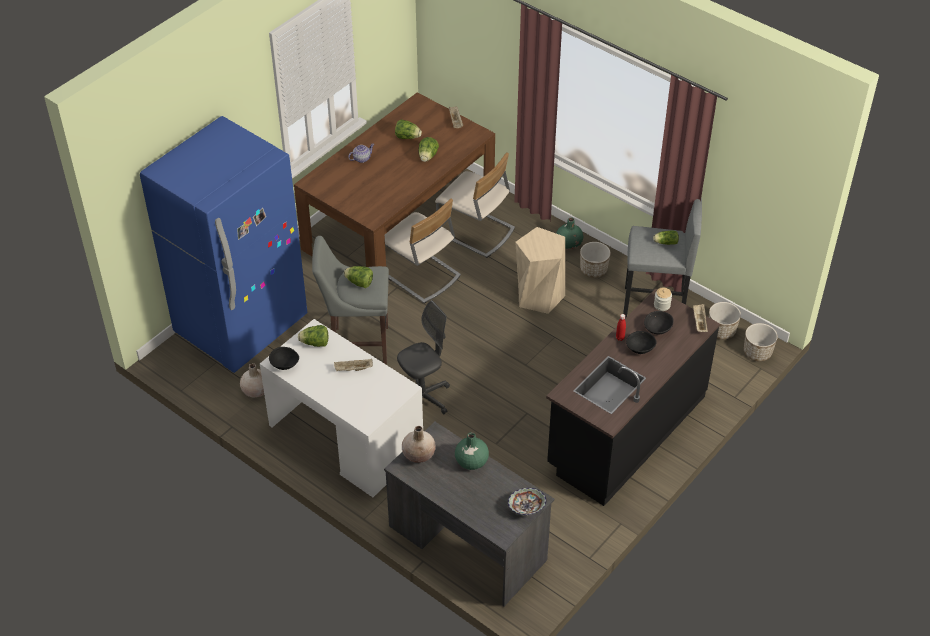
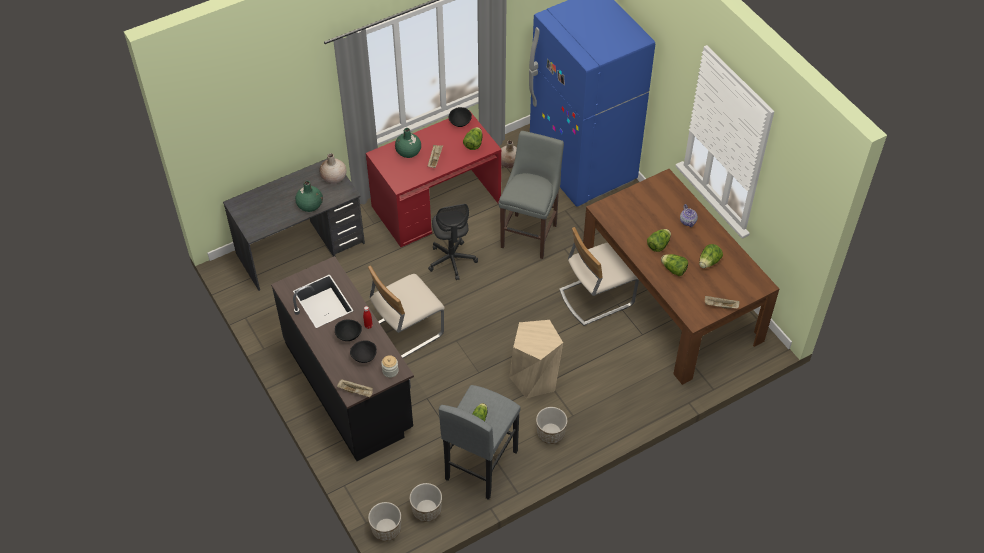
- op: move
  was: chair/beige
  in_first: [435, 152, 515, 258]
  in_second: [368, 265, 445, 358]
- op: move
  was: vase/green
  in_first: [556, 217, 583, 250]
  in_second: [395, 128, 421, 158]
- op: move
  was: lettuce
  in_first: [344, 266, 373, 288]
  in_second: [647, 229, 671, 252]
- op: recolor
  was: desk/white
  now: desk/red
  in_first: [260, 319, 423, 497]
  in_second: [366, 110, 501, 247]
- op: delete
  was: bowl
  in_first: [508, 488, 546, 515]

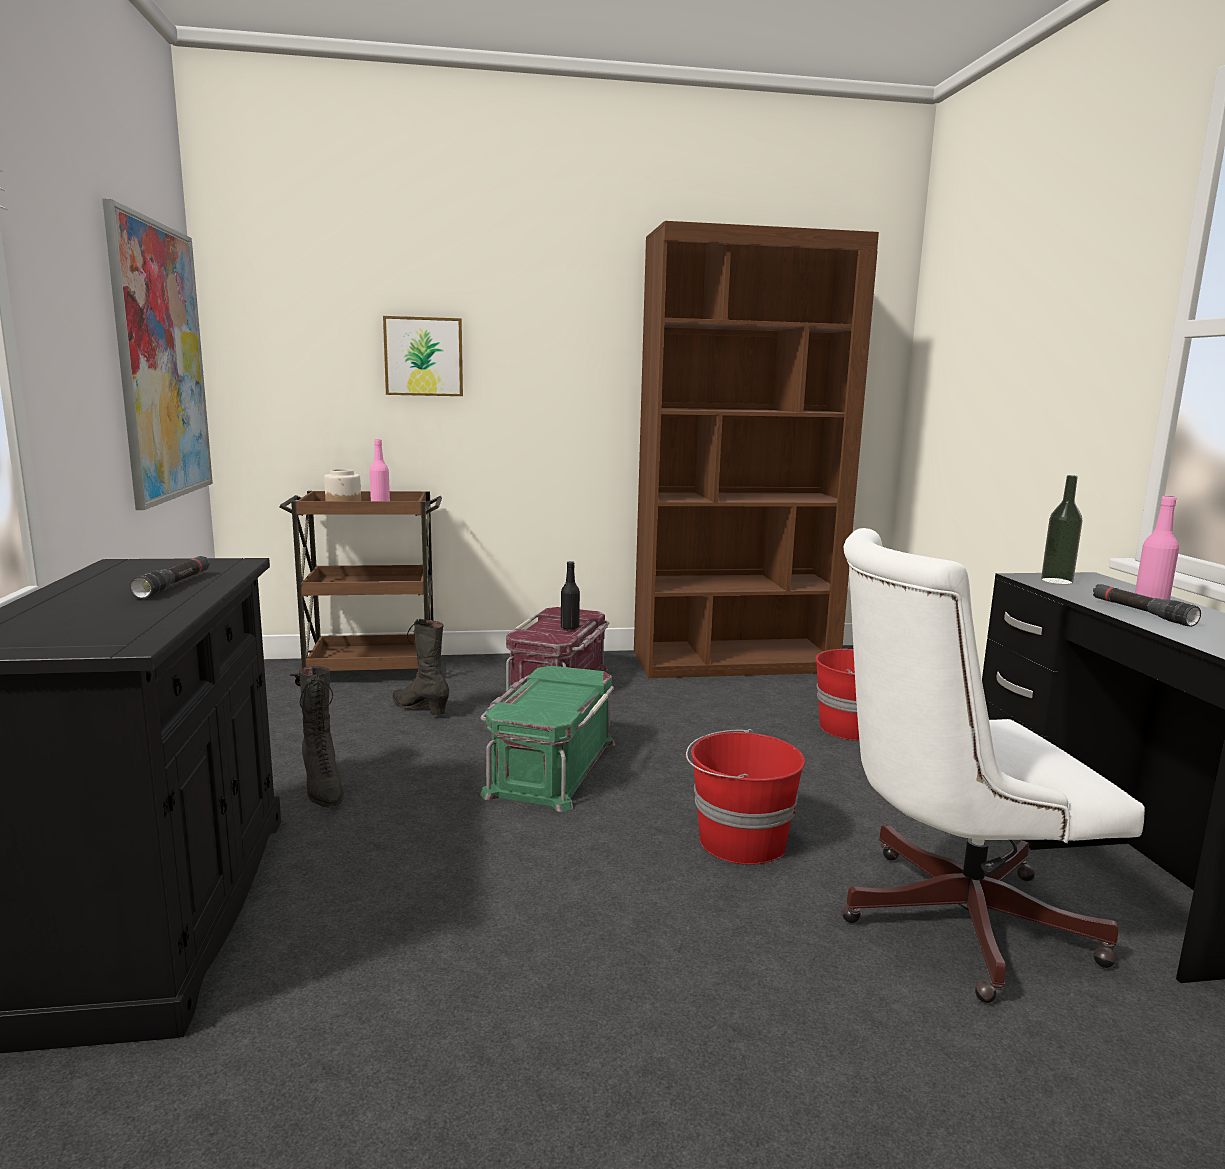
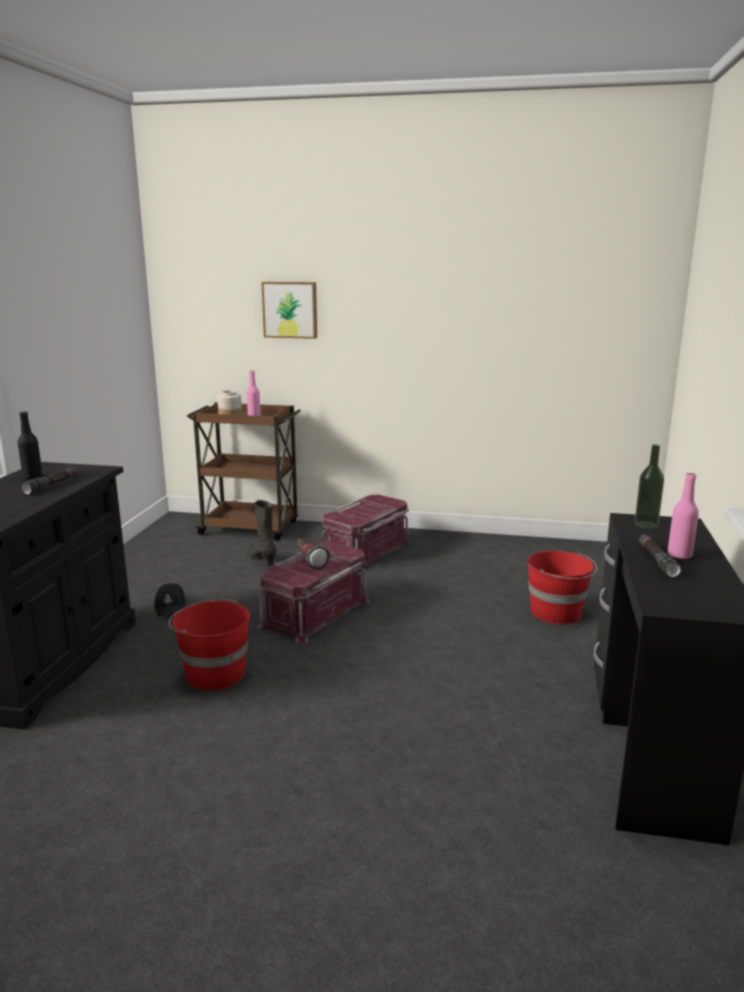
- op: delete
  was: picture
  in_first: [102, 199, 213, 510]
- op: delete
  was: bookcase/brown
  in_first: [634, 221, 879, 678]
- op: delete
  was: office chair/white
  in_first: [841, 528, 1145, 1003]
- op: move
  was: bottle/black
  in_first: [561, 561, 580, 630]
  in_second: [18, 411, 43, 480]
- op: replace
  was: boot/black
  now: cap/black
  in_first: [299, 666, 344, 808]
  in_second: [154, 583, 186, 616]
- op: recolor
  was: storage box/green
  now: storage box/red
  in_first: [480, 666, 615, 812]
  in_second: [257, 542, 370, 643]
- op: move
  was: bucket/red
  in_first: [686, 729, 805, 865]
  in_second: [169, 599, 250, 691]
- op: insert
  now: flashlight
  in_second: [298, 538, 330, 569]

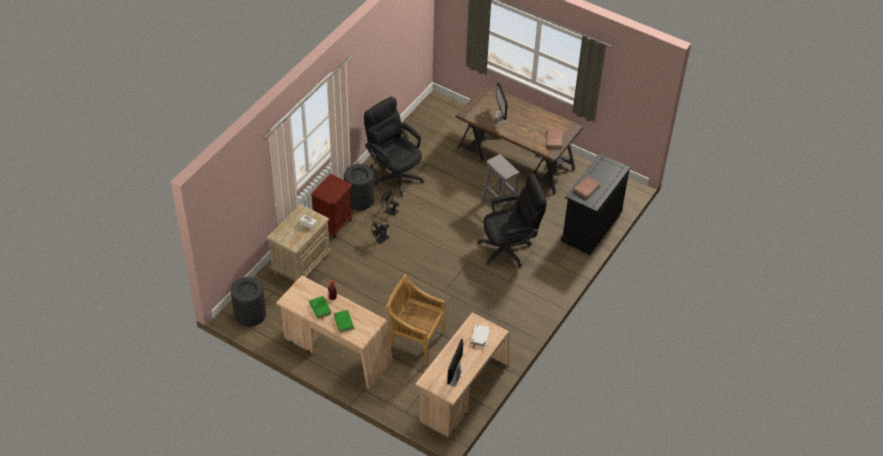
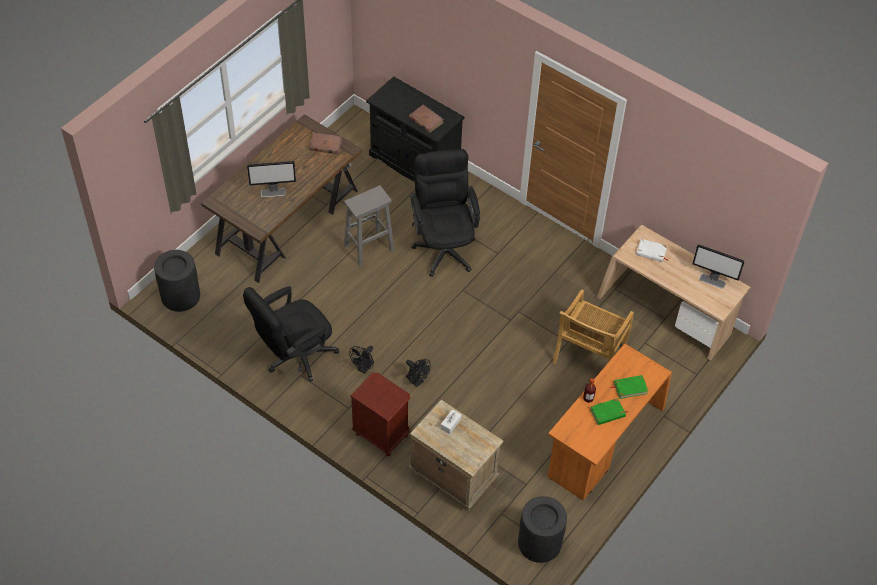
- op: move
  was: trash can/black
  in_first: [344, 164, 374, 211]
  in_second: [154, 250, 200, 312]
- op: recolor
  was: desk/beige
  now: desk/orange
  in_first: [276, 275, 393, 389]
  in_second: [548, 344, 672, 501]

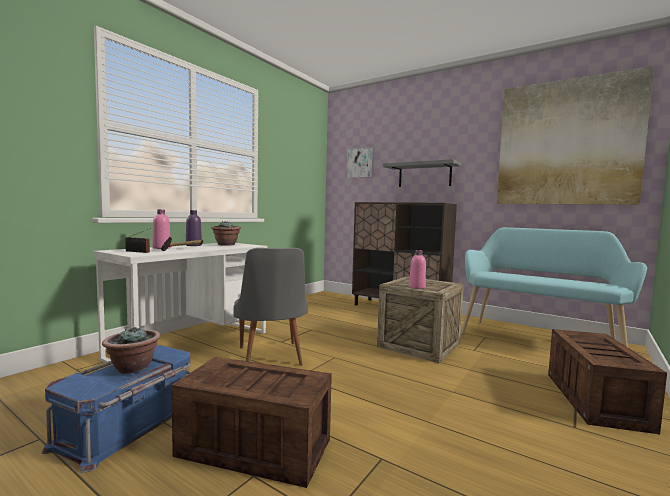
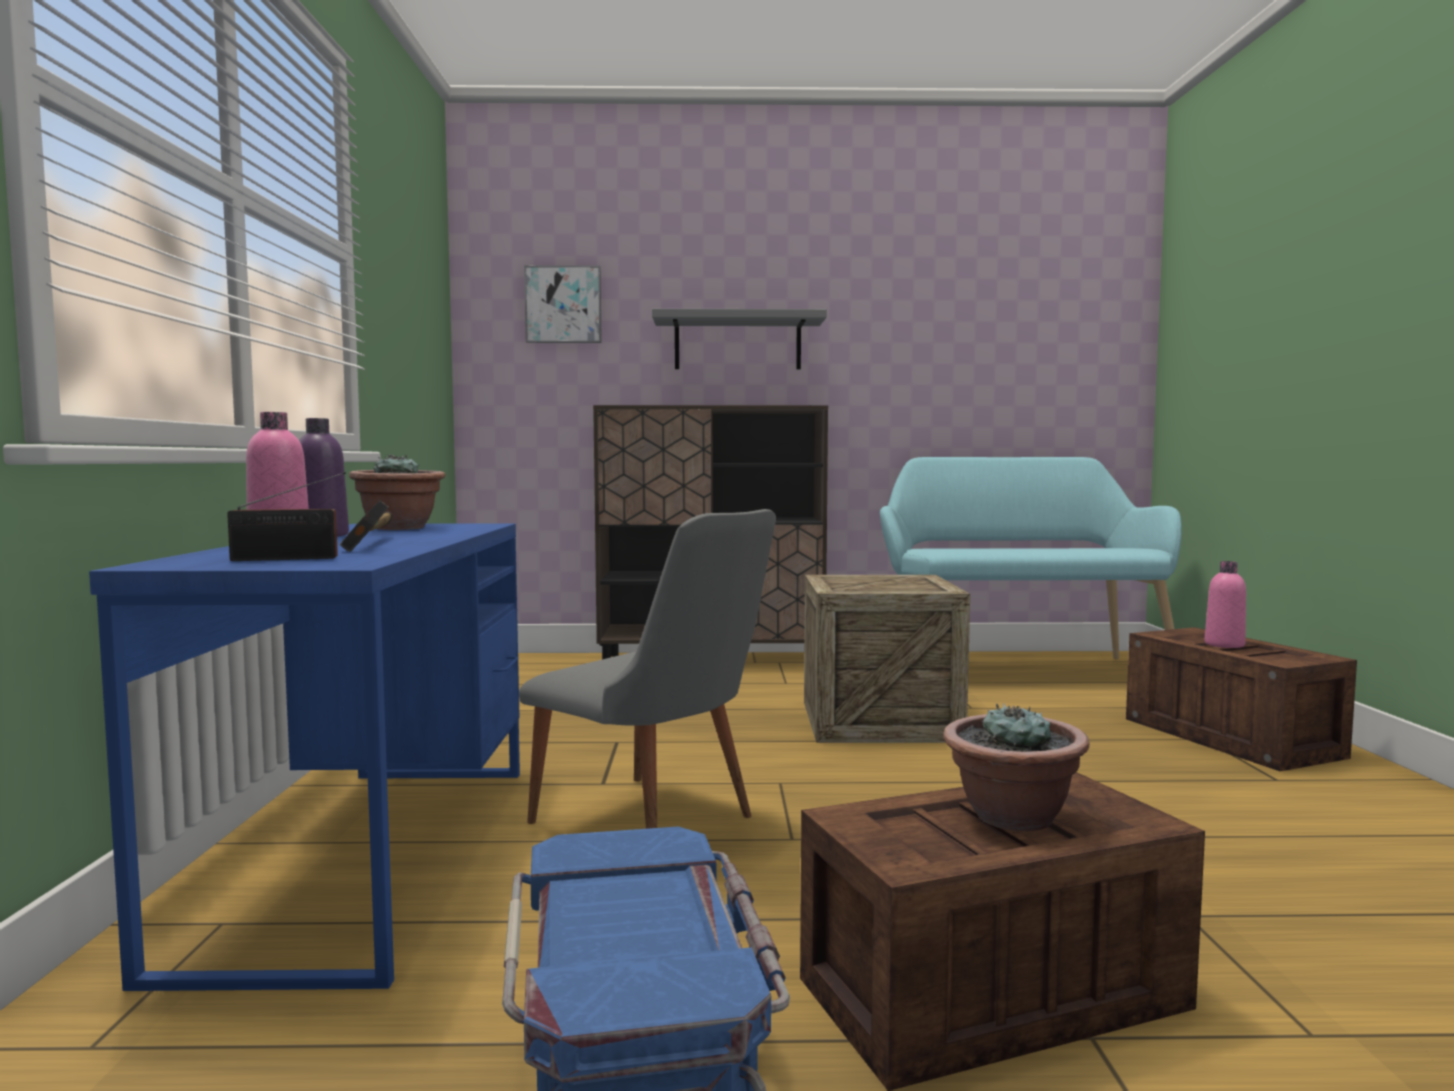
- op: delete
  was: picture
  in_first: [497, 66, 654, 205]
- op: recolor
  was: desk/white
  now: desk/blue
  in_first: [94, 243, 268, 366]
  in_second: [89, 524, 520, 991]
- op: move
  was: bottle/pink
  in_first: [409, 250, 426, 289]
  in_second: [1205, 561, 1246, 648]
- op: move
  was: potted plant
  in_first: [102, 326, 161, 374]
  in_second: [943, 703, 1089, 831]

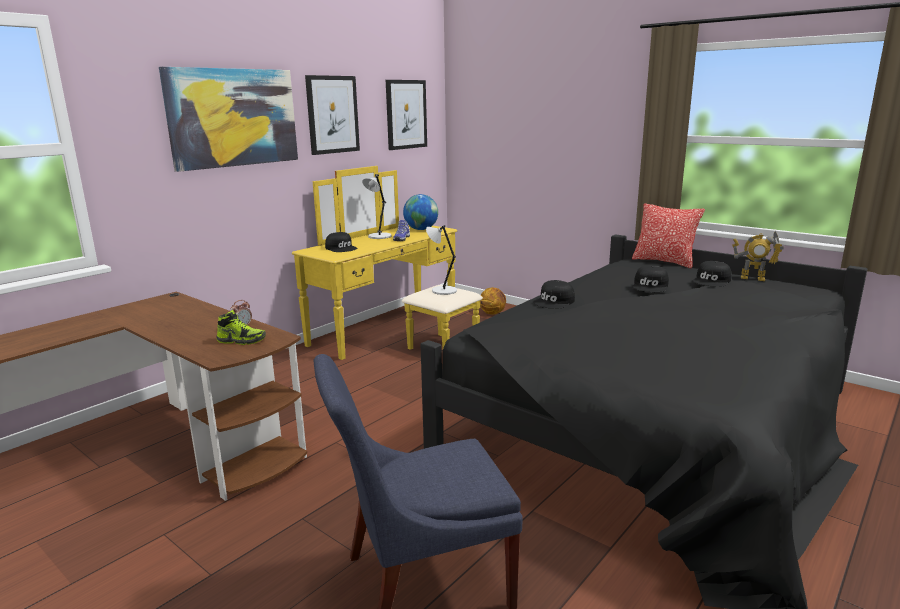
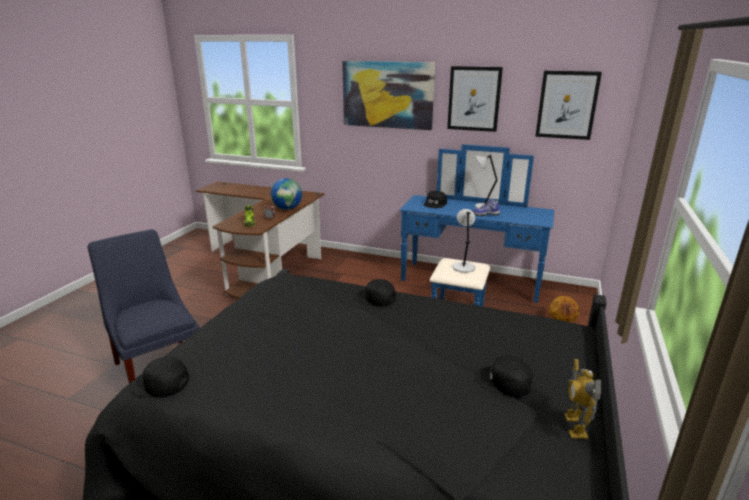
- op: recolor
  was: dresser/yellow
  now: dresser/blue
  in_first: [292, 166, 483, 360]
  in_second: [400, 144, 554, 307]
- op: move
  was: globe
  in_first: [403, 194, 438, 230]
  in_second: [271, 178, 302, 210]
- op: delete
  was: pillow
  in_first: [632, 203, 705, 268]
- op: move
  was: cap/black
  in_first: [632, 266, 669, 292]
  in_second: [130, 357, 189, 398]

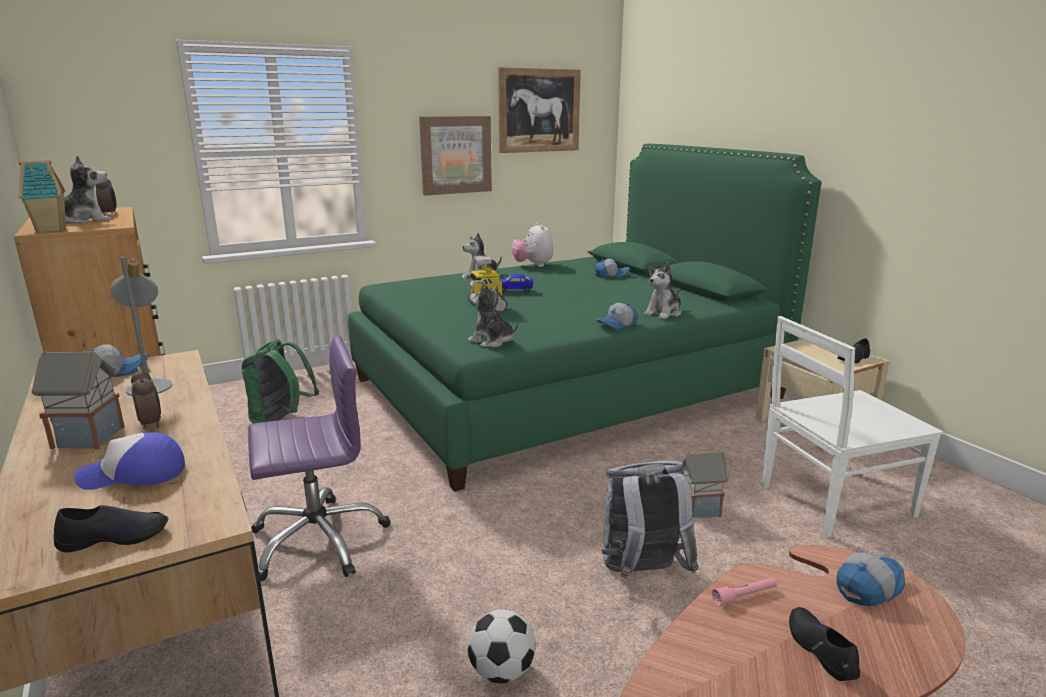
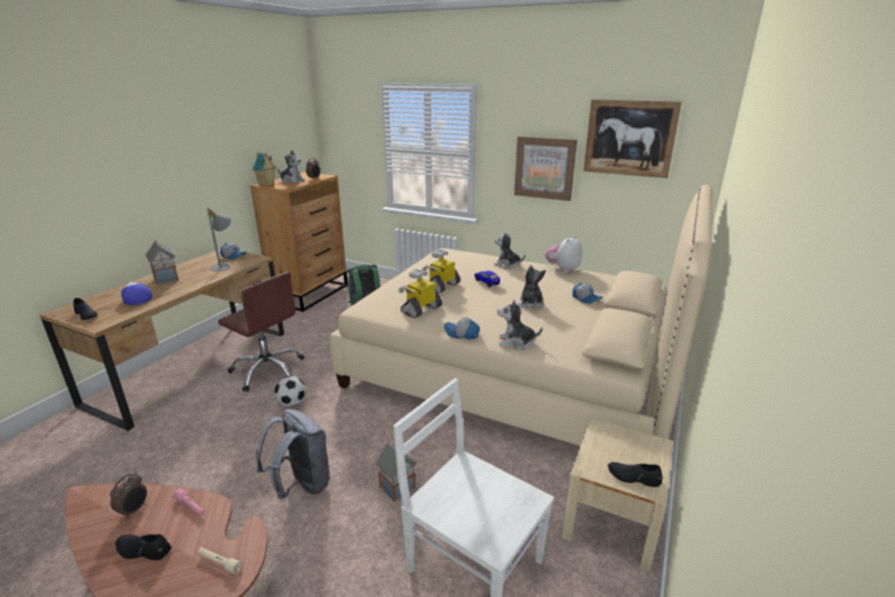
- op: recolor
  was: bed/green
  now: bed/beige
  in_first: [348, 144, 821, 492]
  in_second: [330, 185, 713, 446]
- op: move
  was: plush toy
  in_first: [467, 282, 519, 348]
  in_second: [518, 265, 546, 308]
- op: recolor
  was: office chair/purple
  now: office chair/brown
  in_first: [248, 335, 390, 581]
  in_second: [218, 272, 304, 392]
- op: move
  was: alarm clock
  in_first: [131, 367, 161, 429]
  in_second: [110, 473, 147, 519]
- op: replace
  was: cap
  now: flashlight/beige
  in_first: [836, 552, 905, 606]
  in_second: [197, 547, 242, 574]
- op: rotate
  was: shoe/black
  in_first: [789, 607, 860, 681]
  in_second: [115, 534, 171, 560]
  clockwise: -120
- op: move
  was: football
  in_first: [467, 609, 535, 683]
  in_second: [274, 376, 306, 407]
- op: insert
  now: toy robot
  in_second: [399, 269, 442, 318]

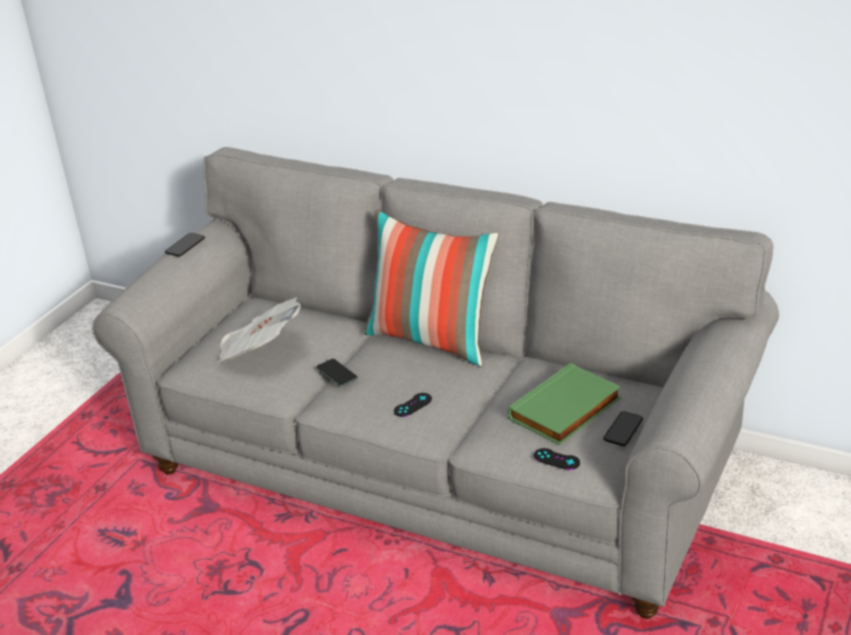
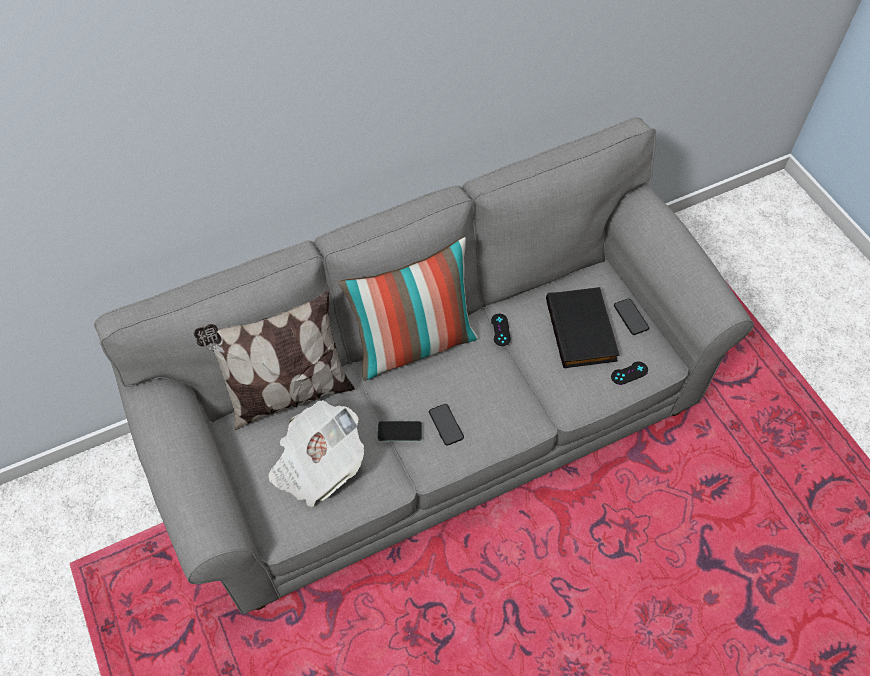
- op: move
  was: phone
  in_first: [165, 233, 205, 256]
  in_second: [429, 404, 464, 446]
- op: recolor
  was: book/green
  now: book/black
  in_first: [508, 363, 621, 445]
  in_second: [546, 287, 619, 368]
- op: move
  was: game controller/black
  in_first: [394, 393, 432, 417]
  in_second: [491, 314, 511, 346]
- op: insert
  now: pillow
  in_second: [194, 291, 355, 431]

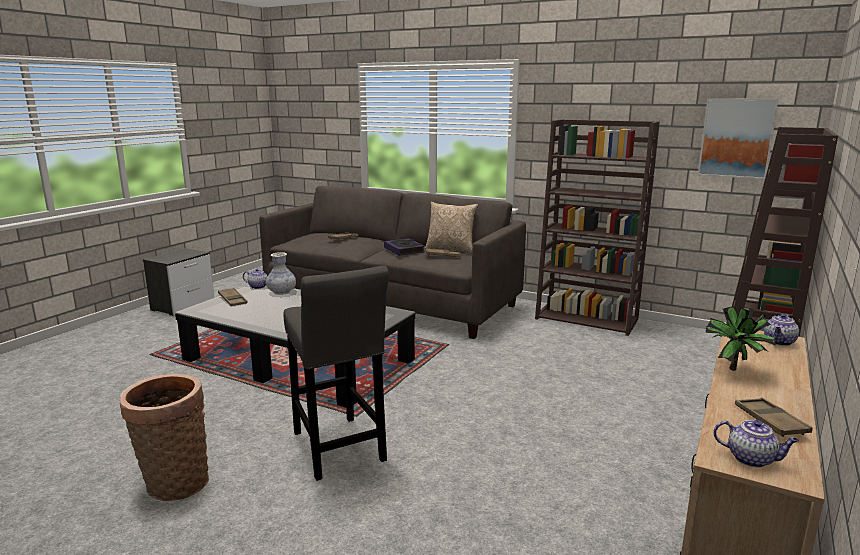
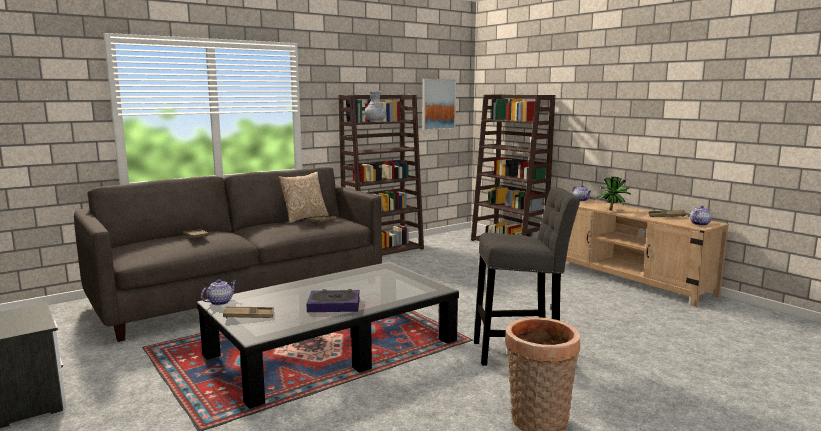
- op: move
  was: book
  in_first: [384, 238, 425, 256]
  in_second: [307, 289, 360, 312]
- op: move
  was: vase
  in_first: [266, 252, 296, 295]
  in_second: [364, 91, 386, 122]

